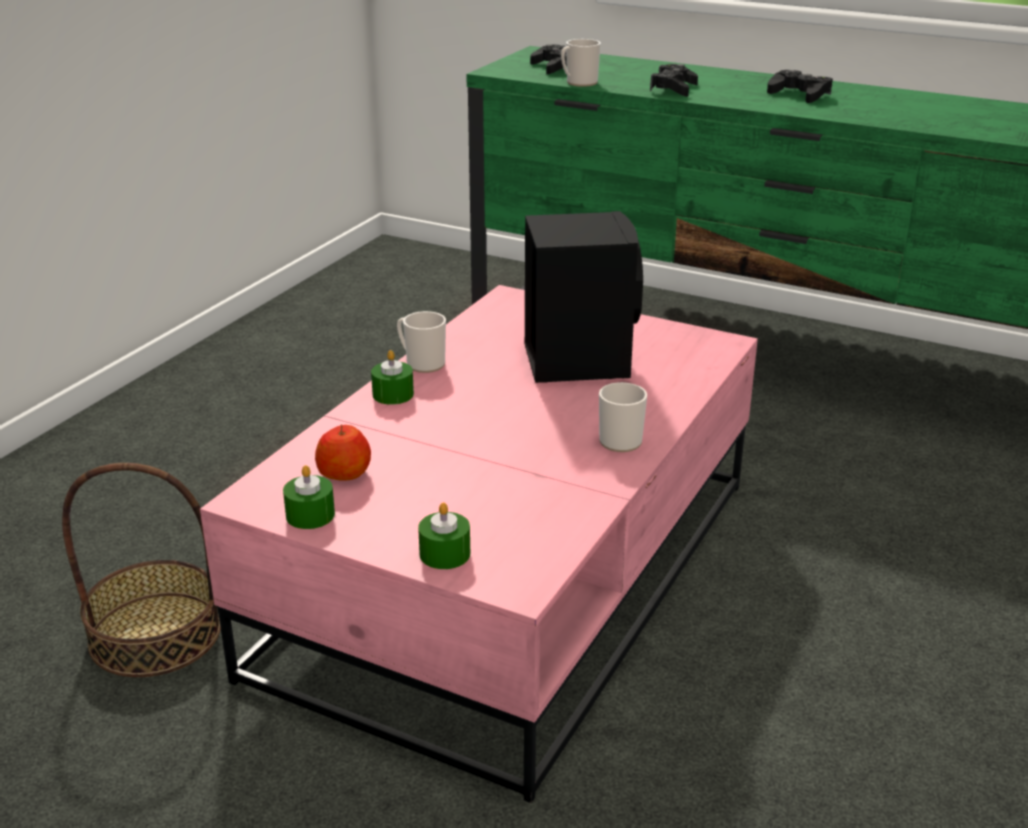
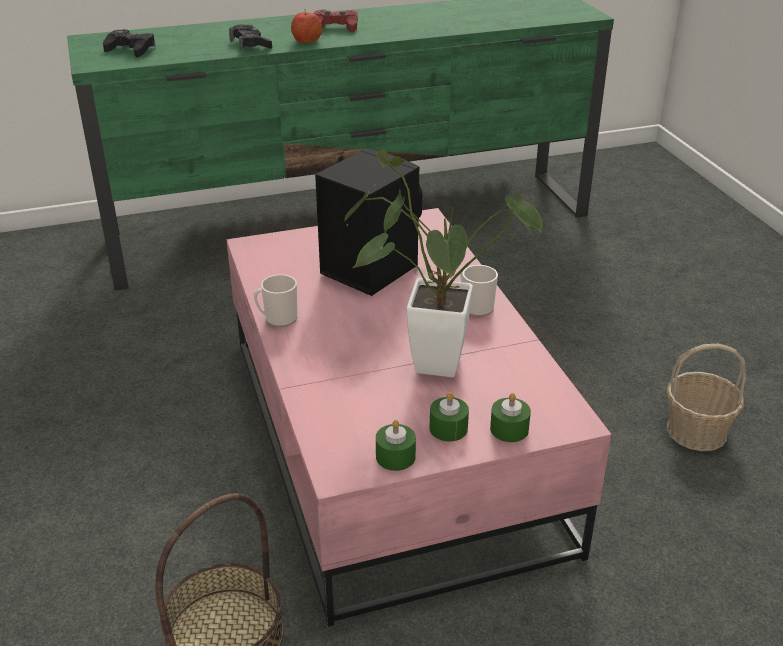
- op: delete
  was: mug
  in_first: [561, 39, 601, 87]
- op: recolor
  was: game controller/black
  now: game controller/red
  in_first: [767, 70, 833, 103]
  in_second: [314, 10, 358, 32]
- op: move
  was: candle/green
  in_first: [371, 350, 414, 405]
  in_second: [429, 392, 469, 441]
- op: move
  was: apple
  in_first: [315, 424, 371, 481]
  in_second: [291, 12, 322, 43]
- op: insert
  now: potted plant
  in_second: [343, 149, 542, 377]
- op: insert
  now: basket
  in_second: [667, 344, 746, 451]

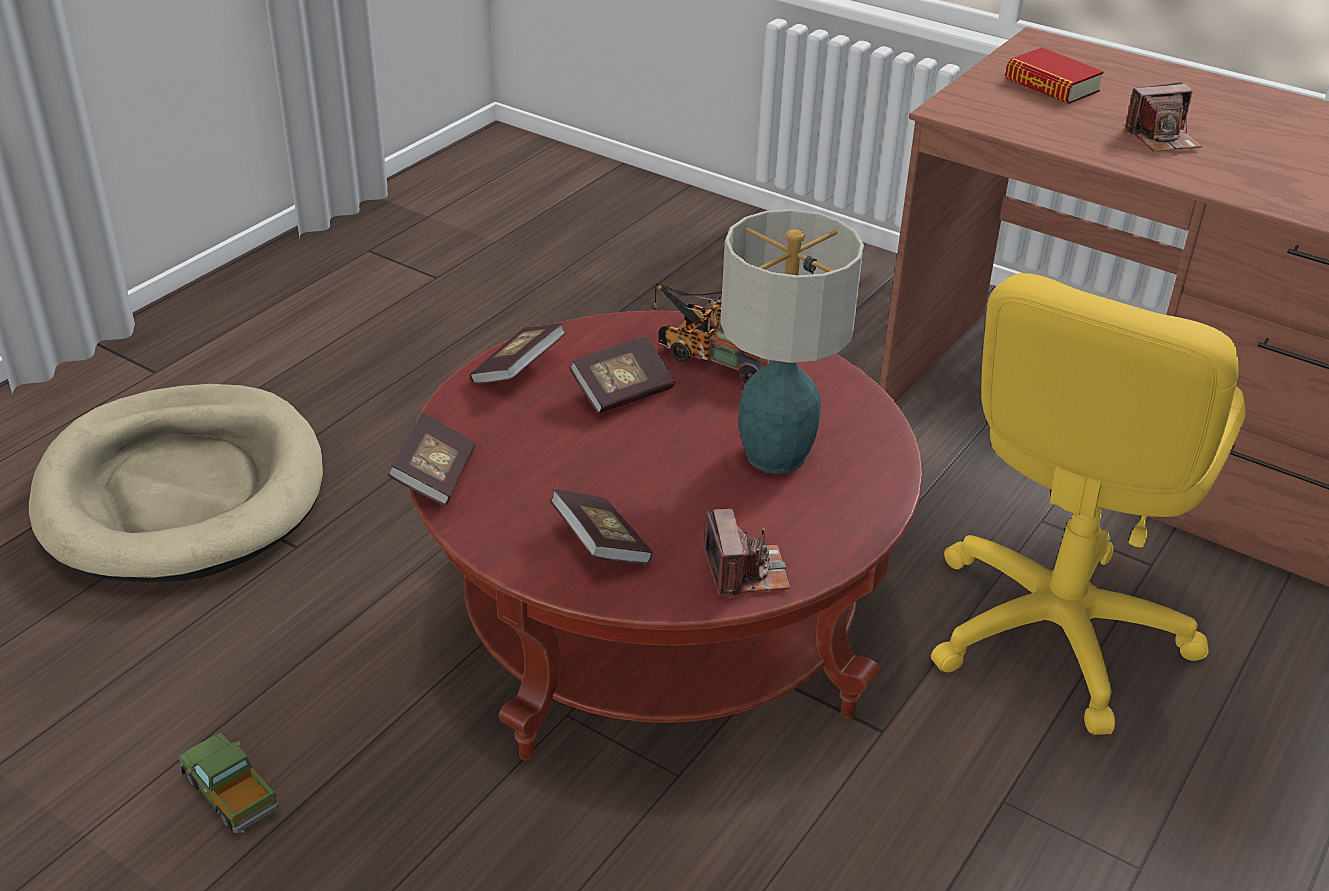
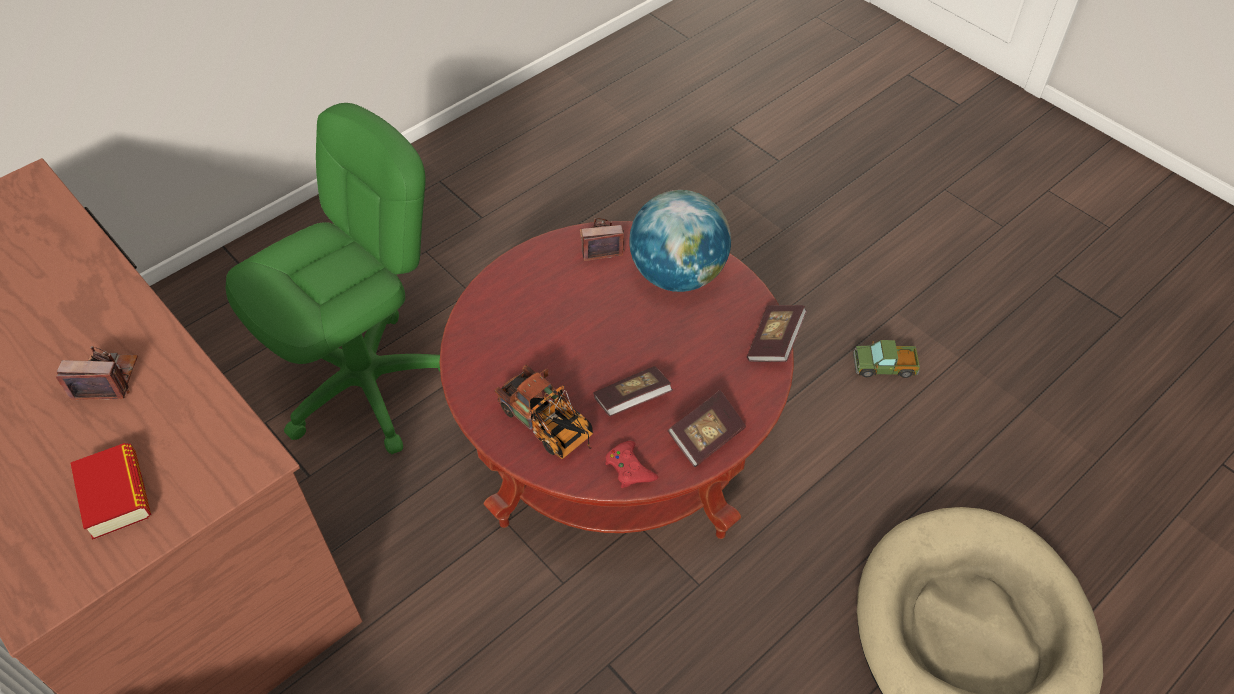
- op: delete
  was: table lamp
  in_first: [720, 209, 864, 474]
- op: recolor
  was: office chair/yellow
  now: office chair/green
  in_first: [931, 273, 1246, 735]
  in_second: [226, 103, 440, 454]
- op: replace
  was: book
  now: globe
  in_first: [550, 489, 653, 565]
  in_second: [629, 190, 731, 292]
- op: rotate
  was: photo camera
  in_first: [704, 509, 790, 599]
  in_second: [579, 218, 625, 261]
  clockwise: 75
- op: rotate
  was: toy truck
  in_first: [178, 733, 279, 834]
  in_second: [853, 340, 920, 378]
  clockwise: 120
- op: insert
  now: game controller/red
  in_second: [605, 441, 658, 488]

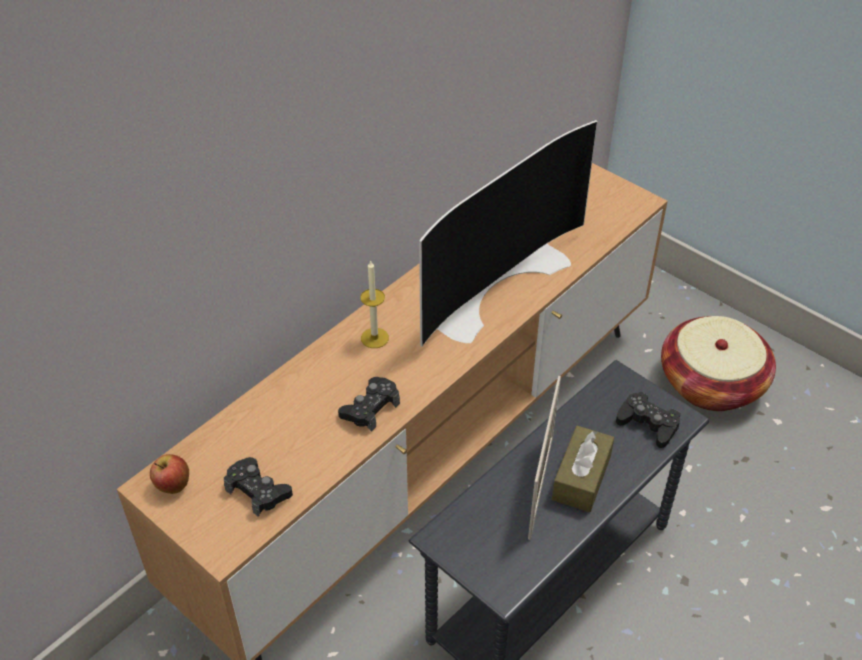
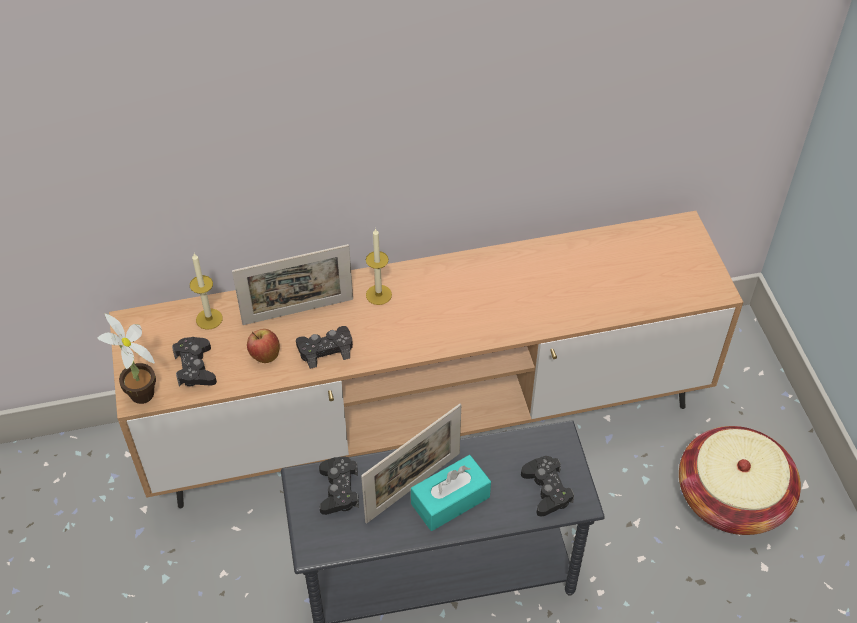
- op: delete
  was: television
  in_first: [419, 120, 598, 347]
- op: recolor
  was: tissue box/brown
  now: tissue box/turquoise
  in_first: [552, 426, 614, 512]
  in_second: [411, 455, 491, 531]
- op: move
  was: apple
  in_first: [150, 454, 189, 494]
  in_second: [247, 329, 280, 363]
- op: insert
  now: picture frame
  in_second: [232, 244, 353, 325]
- op: insert
  now: candle
  in_second: [190, 253, 222, 330]
- op: insert
  now: potted plant
  in_second: [97, 313, 156, 404]
- op: insert
  now: game controller/black
  in_second: [319, 456, 359, 515]

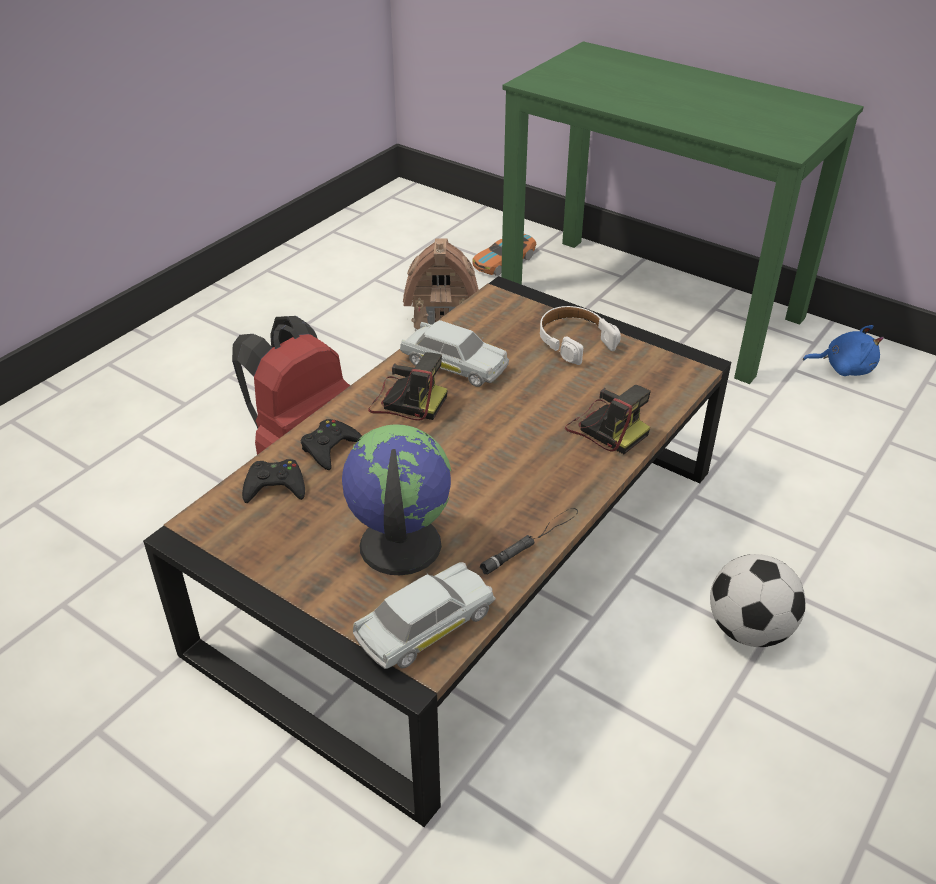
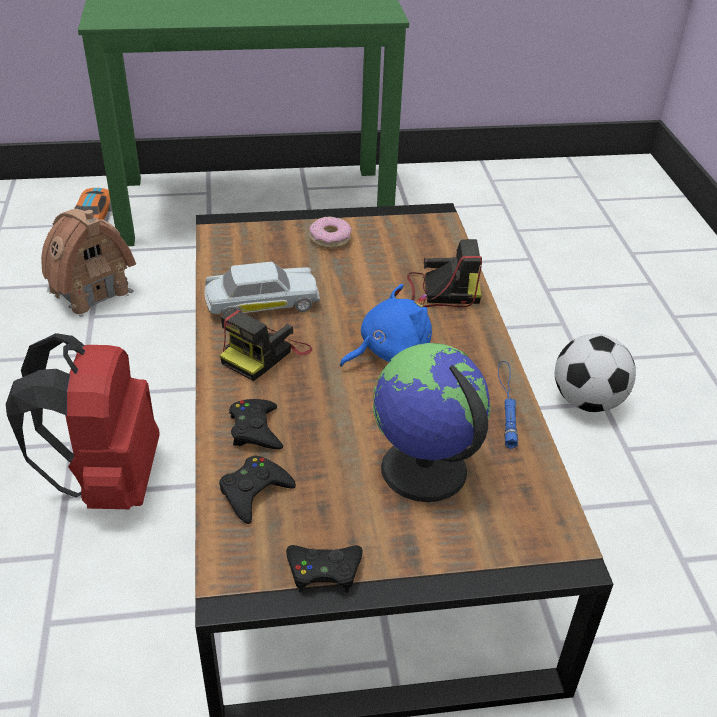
- op: replace
  was: headphones/white
  now: donut
  in_first: [540, 306, 621, 365]
  in_second: [309, 217, 352, 249]
- op: move
  was: plush toy/blue
  in_first: [803, 325, 884, 376]
  in_second: [340, 284, 432, 367]
- op: rotate
  was: photo camera
  in_first: [368, 352, 448, 421]
  in_second: [220, 309, 312, 381]
  clockwise: 150
- op: recolor
  was: flashlight/black
  now: flashlight/blue
  in_first: [480, 508, 578, 575]
  in_second: [498, 361, 518, 449]
- op: delete
  was: toy car/white
  in_first: [353, 562, 496, 669]
- op: insert
  now: game controller/black
  in_second: [286, 545, 363, 593]

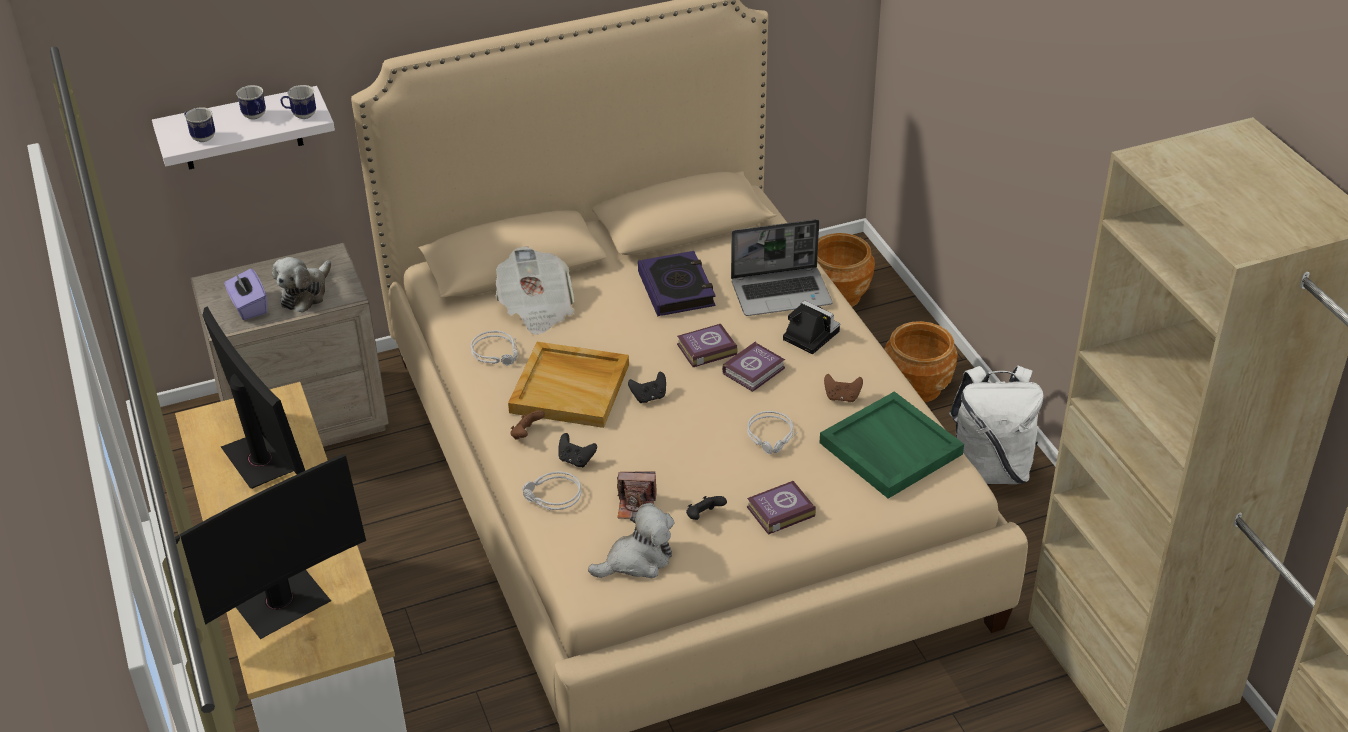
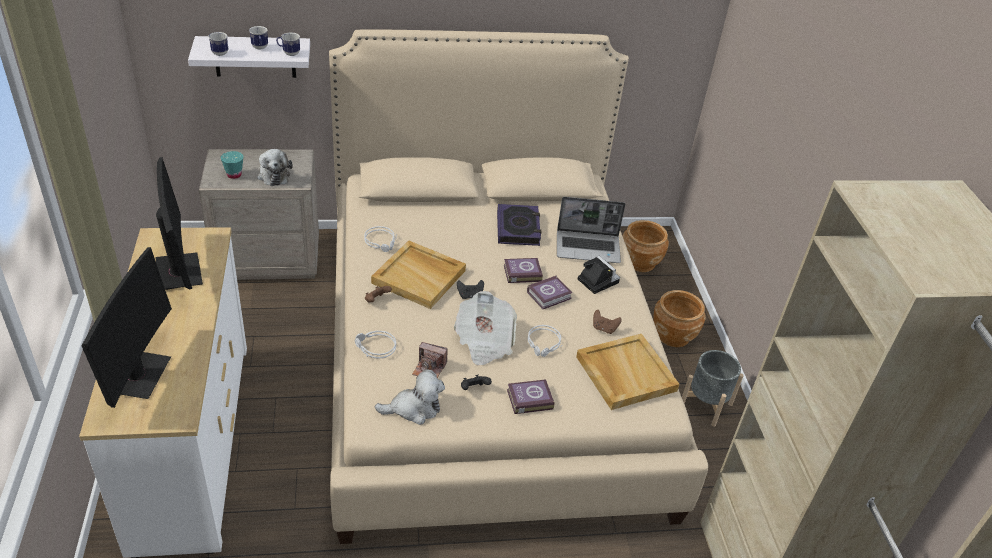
- op: move
  was: newspaper
  in_first: [496, 246, 574, 335]
  in_second: [454, 291, 517, 366]
- op: rotate
  was: plush toy
  in_first: [272, 257, 331, 313]
  in_second: [257, 149, 293, 186]
  clockwise: -60
- op: replace
  was: tissue box/purple
  now: cup/turquoise
  in_first: [224, 269, 267, 320]
  in_second: [221, 151, 244, 179]
- op: replace
  was: backpack/white
  now: planter/grey
  in_first: [949, 365, 1044, 484]
  in_second: [682, 350, 744, 427]
- op: recolor
  was: tray/green
  now: tray/beige
  in_first: [819, 391, 964, 499]
  in_second: [576, 334, 680, 410]
- op: delete
  was: game controller/black
  in_first: [558, 433, 597, 467]
- op: rotate
  was: monitor
  in_first: [175, 454, 366, 639]
  in_second: [82, 247, 172, 408]
  clockwise: -60

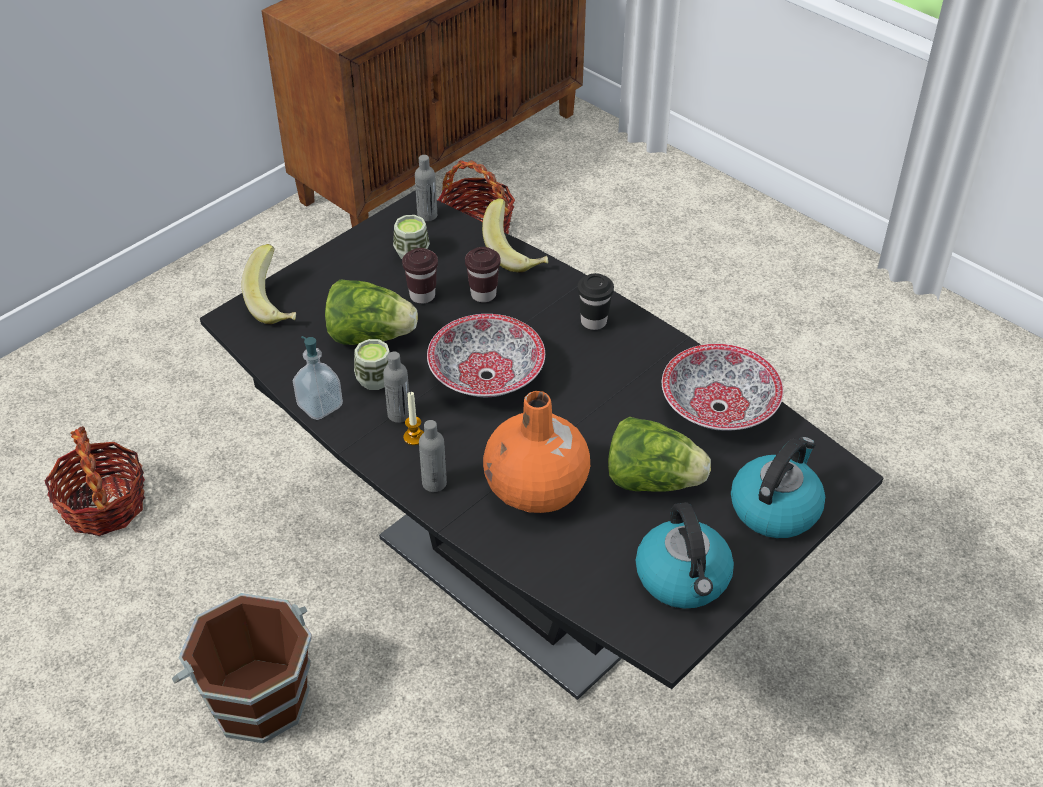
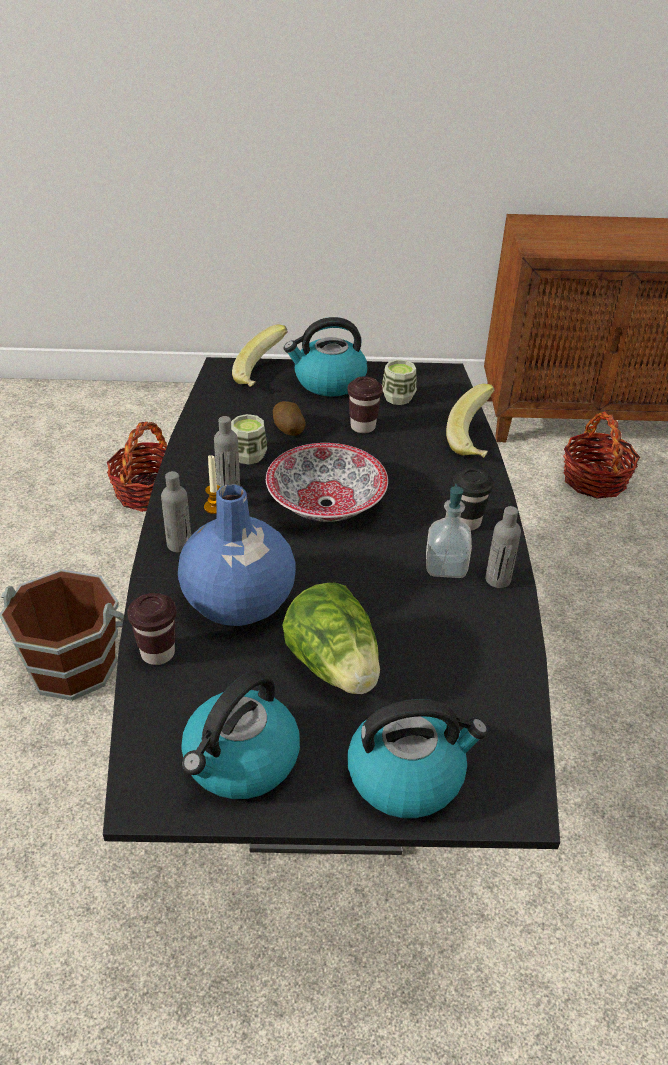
- op: move
  was: bottle/grey
  in_first: [415, 155, 437, 221]
  in_second: [485, 506, 521, 588]
- op: move
  was: cup/brown
  in_first: [465, 247, 501, 302]
  in_second: [127, 593, 176, 665]
- op: replace
  was: lettuce
  now: potato
  in_first: [325, 280, 418, 345]
  in_second: [273, 401, 306, 436]
- op: move
  was: soap dispenser
  in_first: [293, 336, 343, 420]
  in_second: [426, 484, 472, 578]
- op: delete
  was: bowl
  in_first: [662, 344, 784, 431]
- op: recolor
  was: vase/orange
  now: vase/blue
  in_first: [483, 391, 590, 513]
  in_second: [178, 484, 296, 626]
- op: insert
  now: kettle
  in_second: [284, 317, 368, 396]

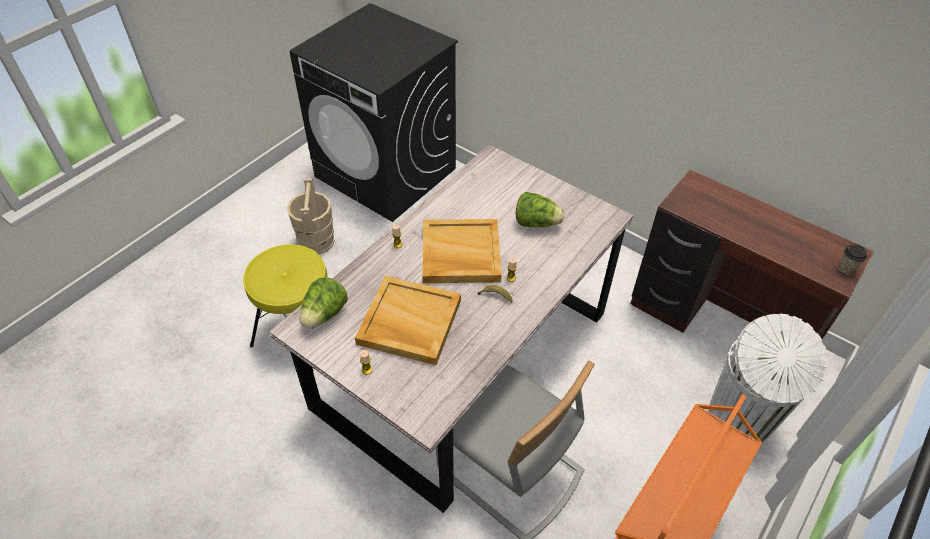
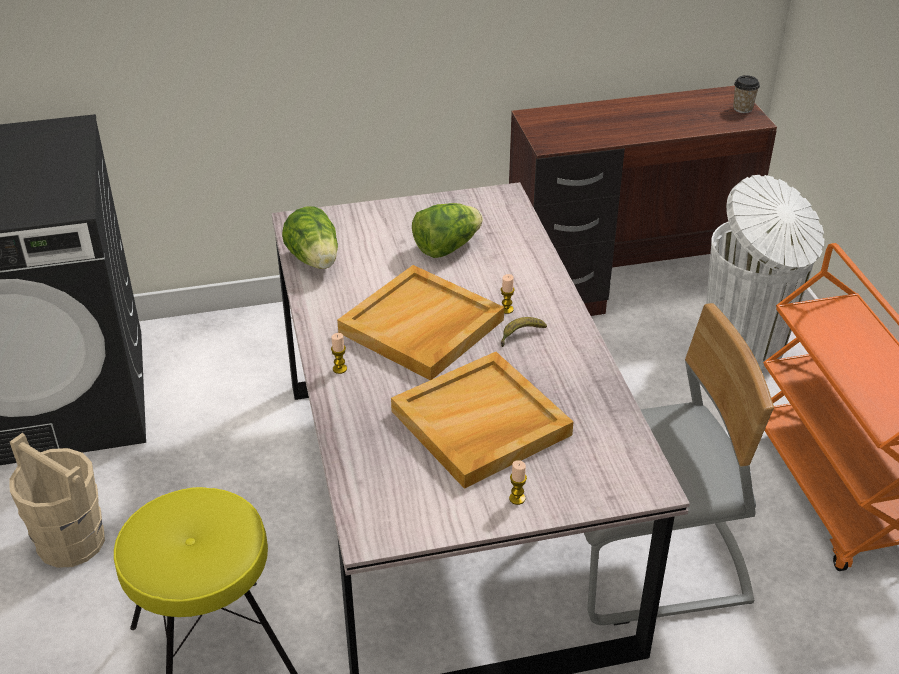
- op: move
  was: lettuce
  in_first: [300, 277, 348, 329]
  in_second: [282, 207, 338, 269]

